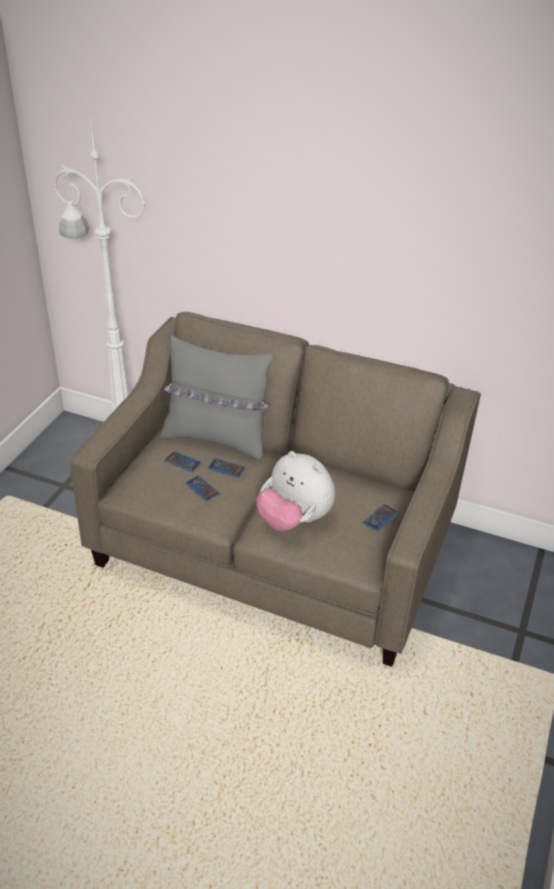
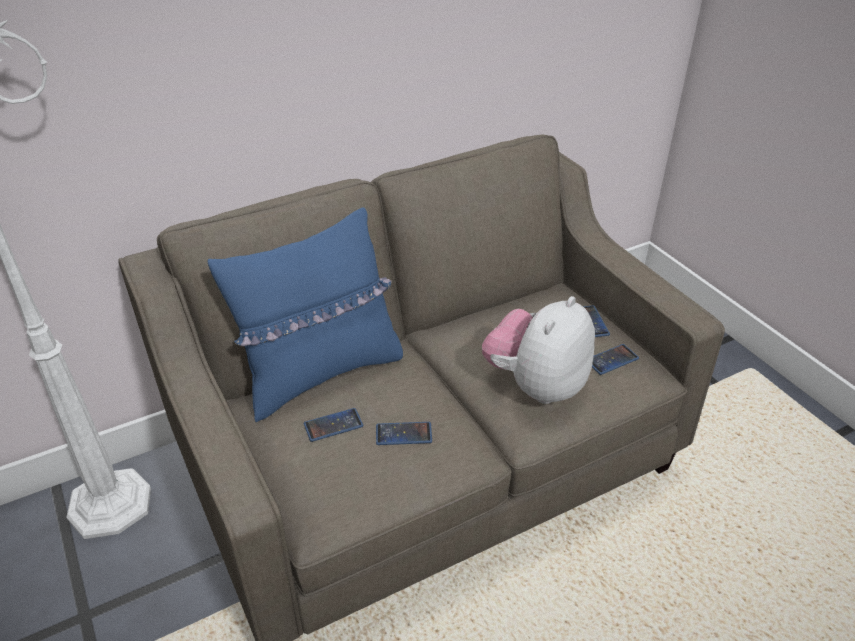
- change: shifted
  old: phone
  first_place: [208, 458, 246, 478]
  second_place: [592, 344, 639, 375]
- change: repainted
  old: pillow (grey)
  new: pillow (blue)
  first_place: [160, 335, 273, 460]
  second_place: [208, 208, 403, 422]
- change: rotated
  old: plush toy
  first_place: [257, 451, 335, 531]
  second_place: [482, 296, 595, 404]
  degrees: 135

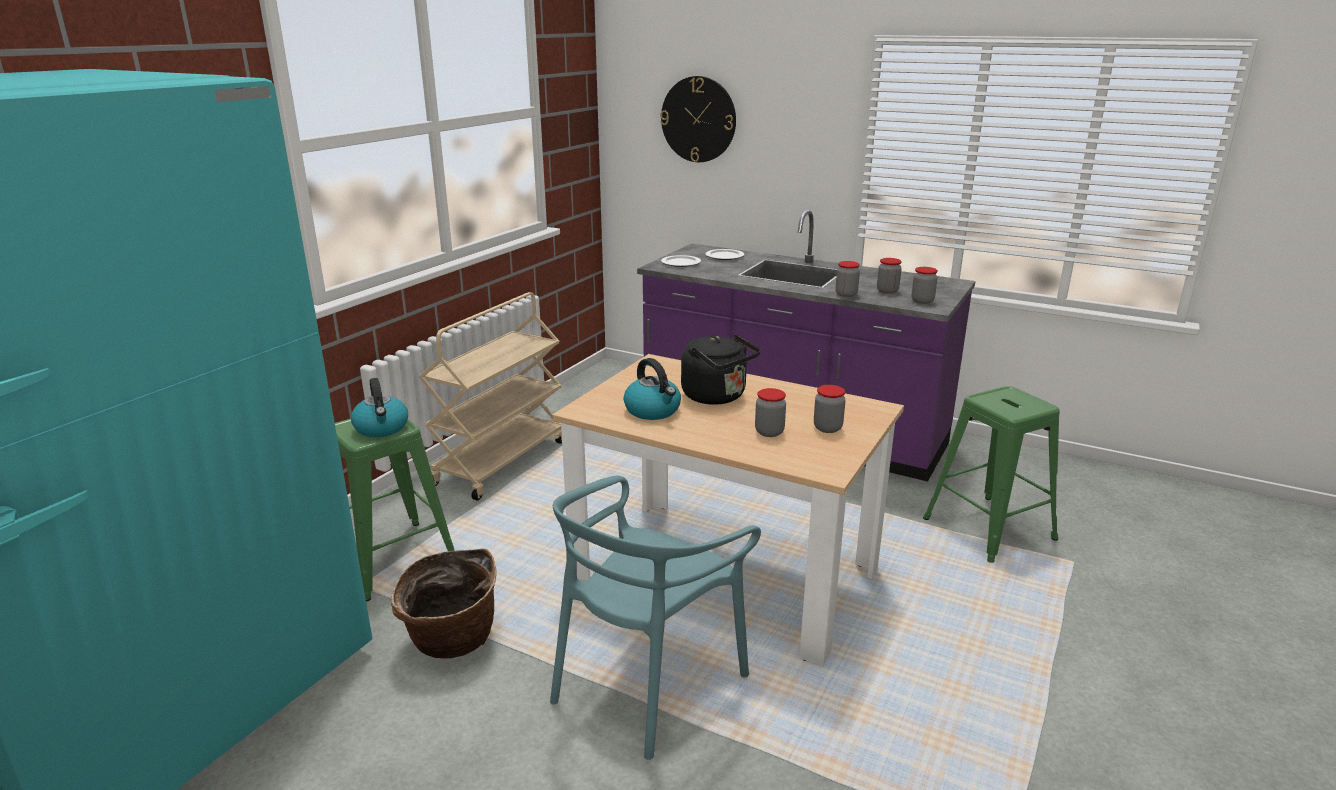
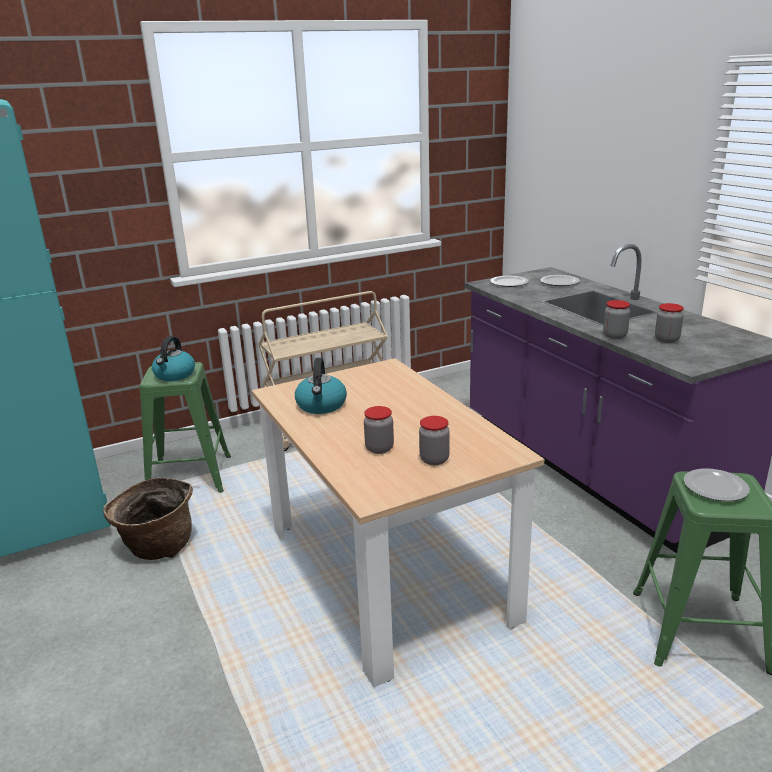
- change: gone
  old: chair (turquoise)
  first_place: [550, 476, 761, 760]
- change: gone
  old: wall clock
  first_place: [660, 76, 736, 162]
- change: gone
  old: kettle (black)
  first_place: [681, 334, 760, 405]
- change: gone
  old: jar
  first_place: [911, 267, 938, 304]
- change: new
  new: plate
  second_place: [684, 468, 750, 501]

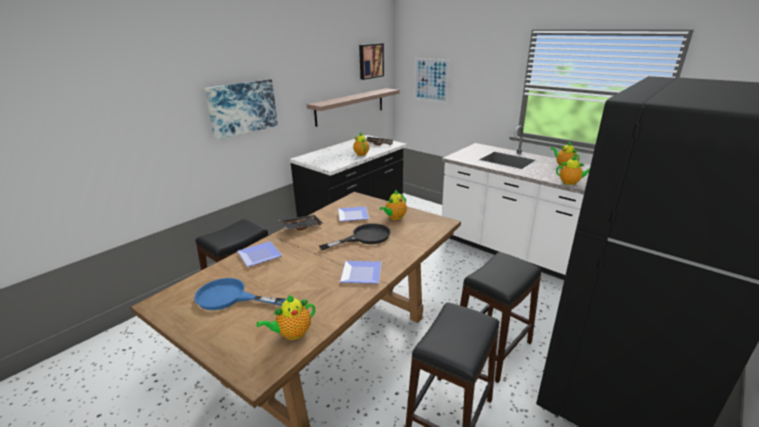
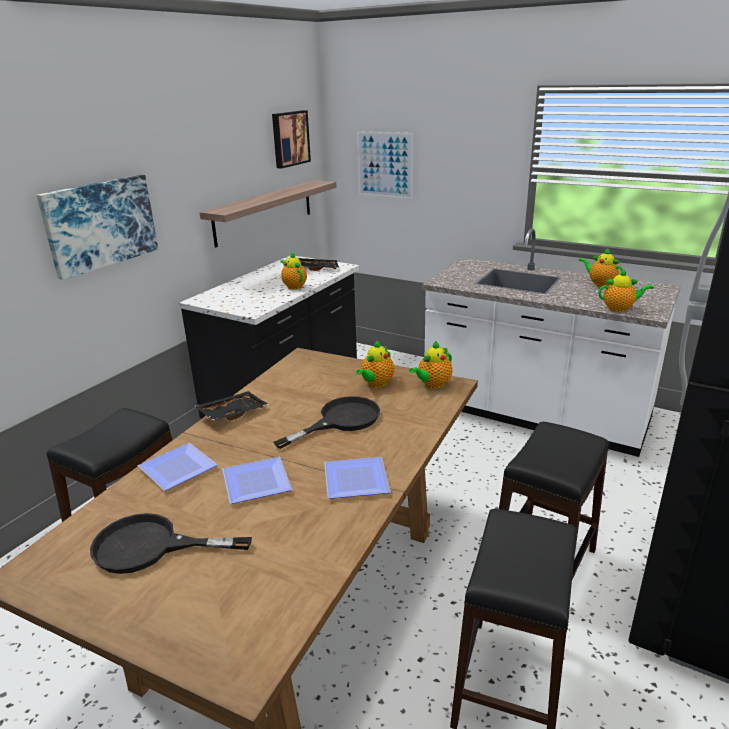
- change: shifted
  old: teapot
  first_place: [256, 295, 315, 340]
  second_place: [409, 341, 452, 389]
- change: shifted
  old: plate
  first_place: [338, 206, 369, 221]
  second_place: [222, 457, 292, 504]
- change: repainted
  old: frying pan (blue)
  new: frying pan (black)
  first_place: [194, 278, 287, 310]
  second_place: [90, 513, 252, 574]

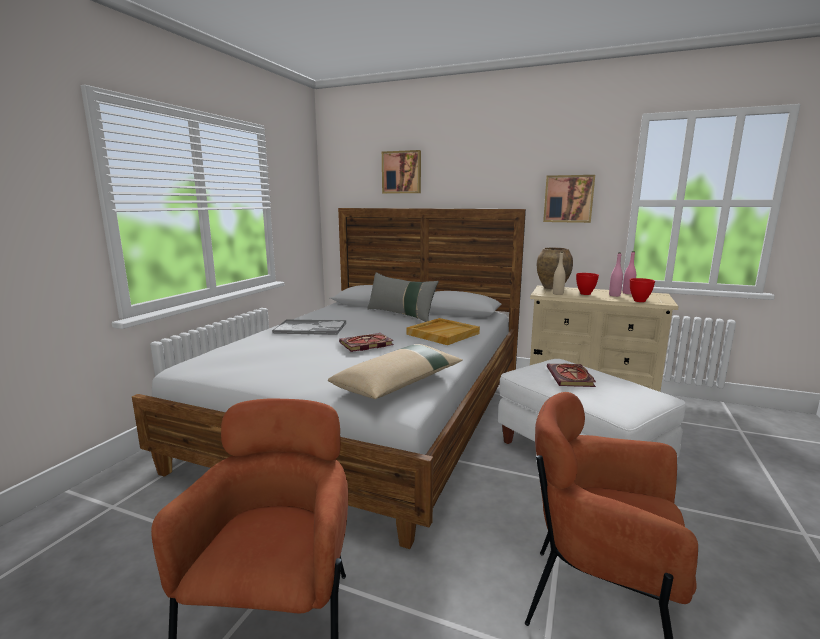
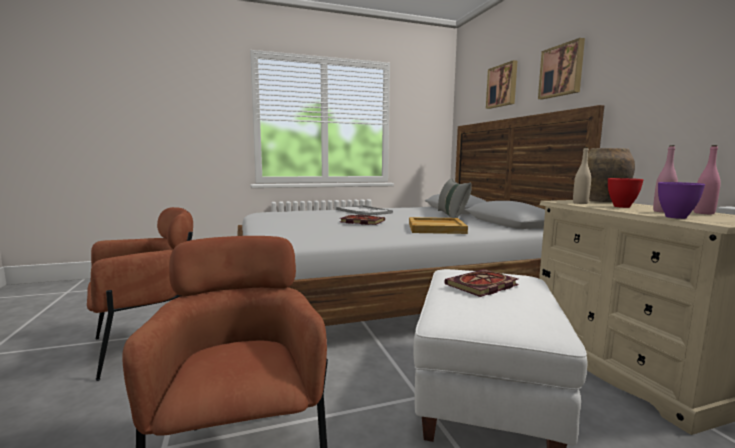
- change: gone
  old: pillow (beige)
  first_place: [328, 344, 463, 399]
- change: shifted
  old: picture
  first_place: [543, 175, 595, 223]
  second_place: [538, 38, 585, 99]
- change: repainted
  old: bowl (red)
  new: bowl (purple)
  first_place: [630, 278, 655, 302]
  second_place: [658, 182, 705, 219]

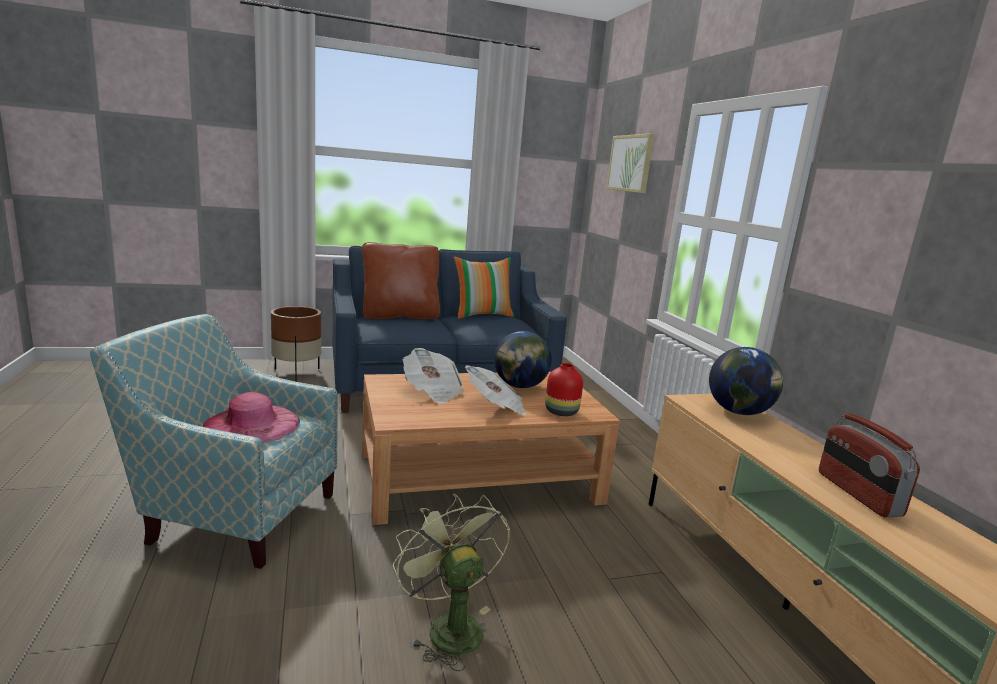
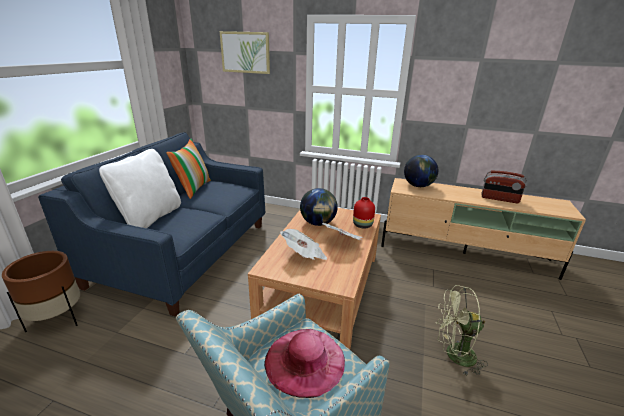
- change: repainted
  old: pillow (brown)
  new: pillow (white)
  first_place: [362, 242, 440, 319]
  second_place: [99, 149, 181, 228]

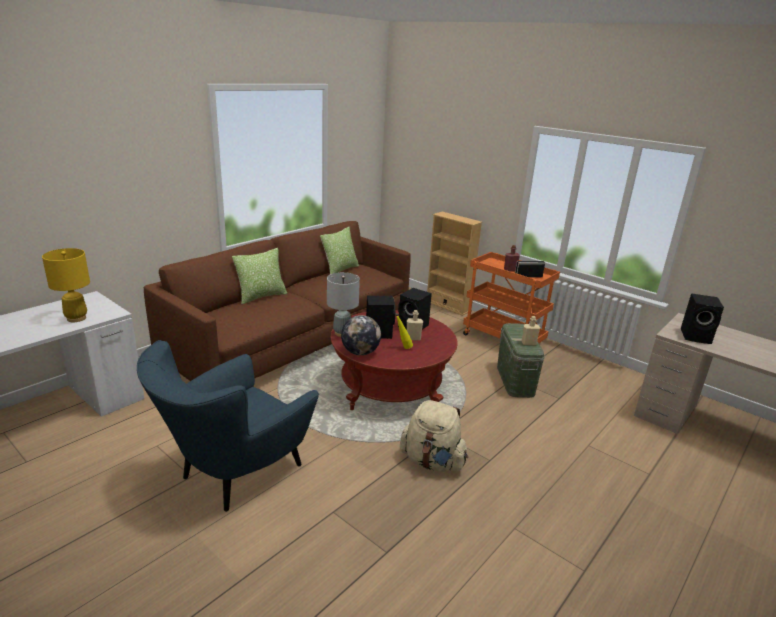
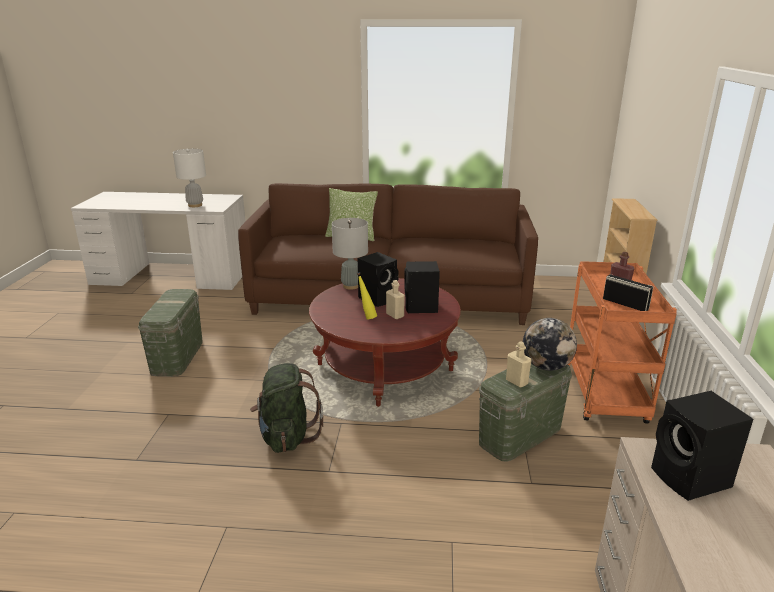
- change: gone
  old: pillow
  first_place: [320, 227, 359, 274]
- change: shifted
  old: globe
  first_place: [341, 315, 381, 355]
  second_place: [523, 318, 577, 371]
- change: swapped
  old: armchair (blue)
  new: storage box (green)
  first_place: [137, 340, 319, 512]
  second_place: [138, 289, 203, 377]
- change: repainted
  old: table lamp (yellow)
  new: table lamp (white)
  first_place: [42, 248, 90, 322]
  second_place: [173, 149, 206, 207]
- change: repainted
  old: backpack (beige)
  new: backpack (green)
  first_place: [400, 400, 468, 472]
  second_place: [250, 363, 323, 453]

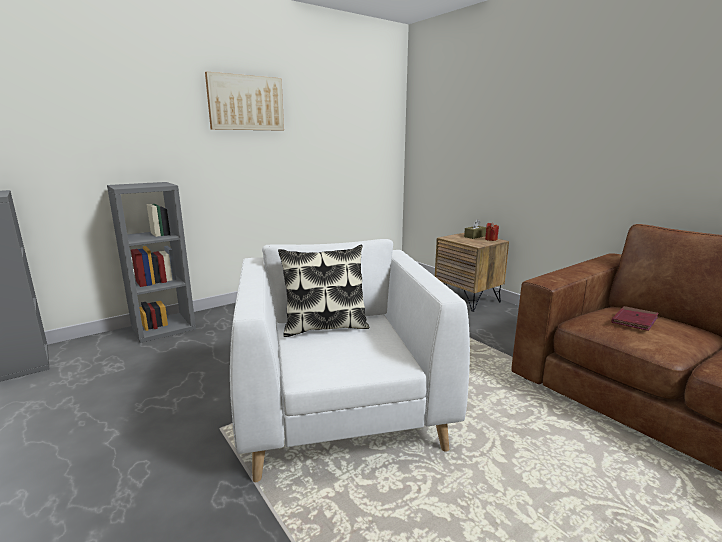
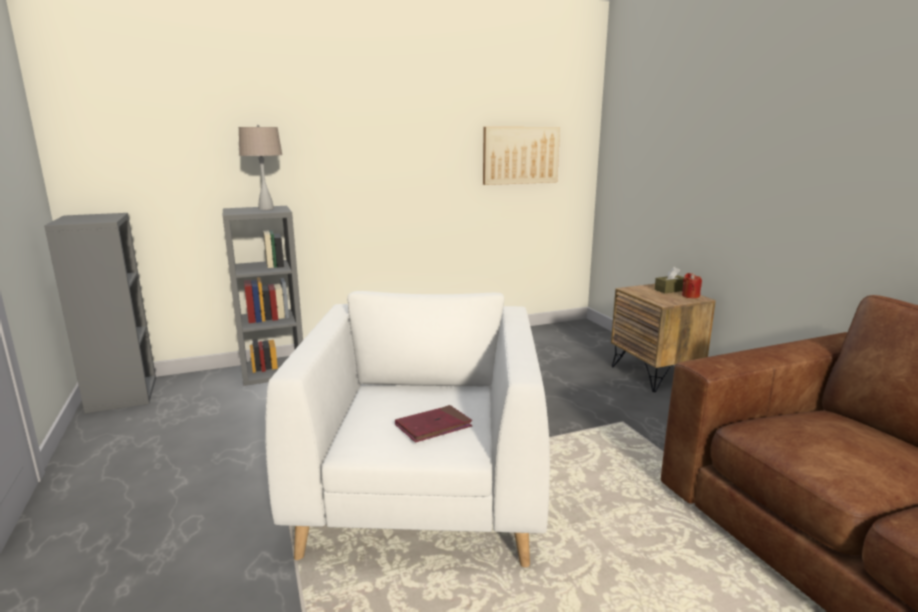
- change: gone
  old: pillow
  first_place: [278, 245, 369, 337]
- change: new
  new: table lamp (beige)
  second_place: [238, 125, 282, 210]
- change: shifted
  old: picture
  first_place: [205, 72, 284, 131]
  second_place: [483, 127, 560, 185]
- change: shifted
  old: book (red)
  first_place: [611, 306, 659, 331]
  second_place: [395, 405, 473, 443]

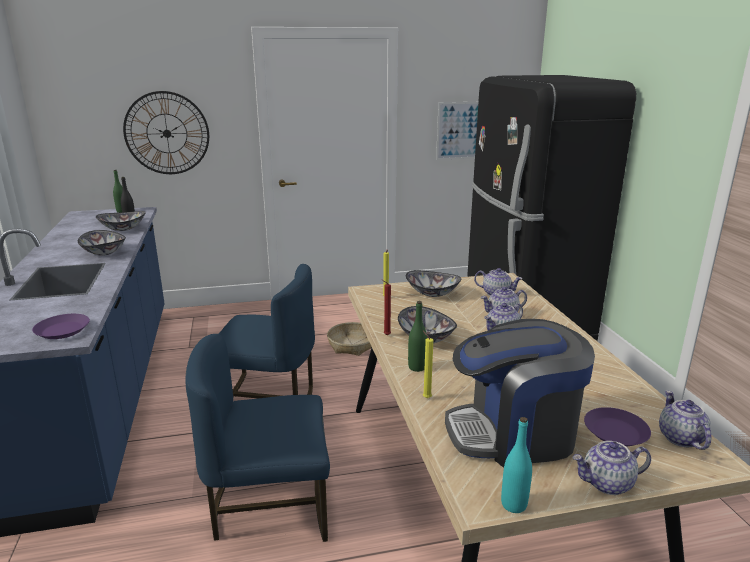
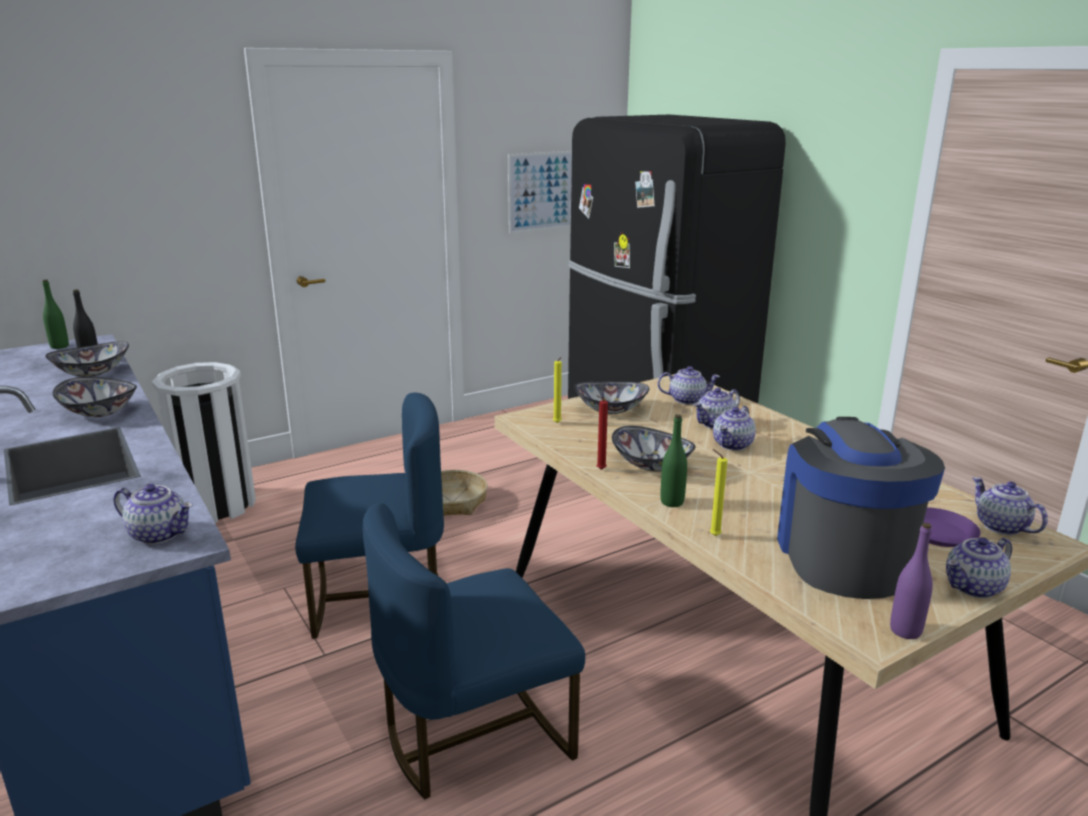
- change: gone
  old: wall clock
  first_place: [123, 91, 209, 174]
- change: new
  new: trash can (white)
  second_place: [152, 362, 256, 523]
- change: swapped
  old: plate (purple)
  new: teapot
  first_place: [32, 314, 90, 339]
  second_place: [113, 484, 193, 545]
- change: repainted
  old: bottle (turquoise)
  new: bottle (purple)
  first_place: [501, 417, 532, 513]
  second_place: [890, 523, 933, 639]
- change: rotated
  old: coffee machine
  first_place: [445, 319, 595, 468]
  second_place: [777, 417, 945, 599]
  degrees: 120

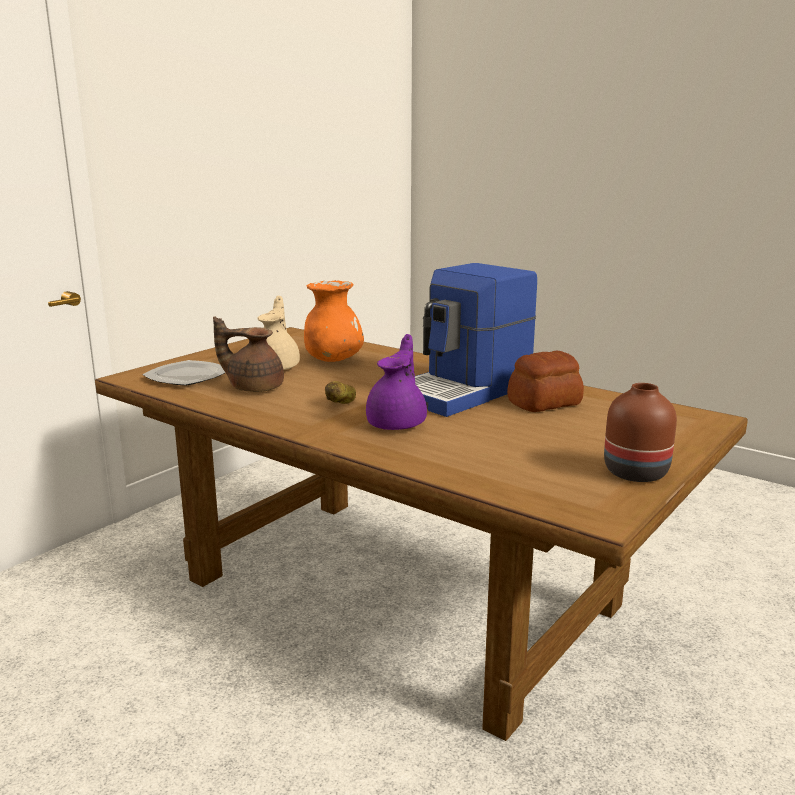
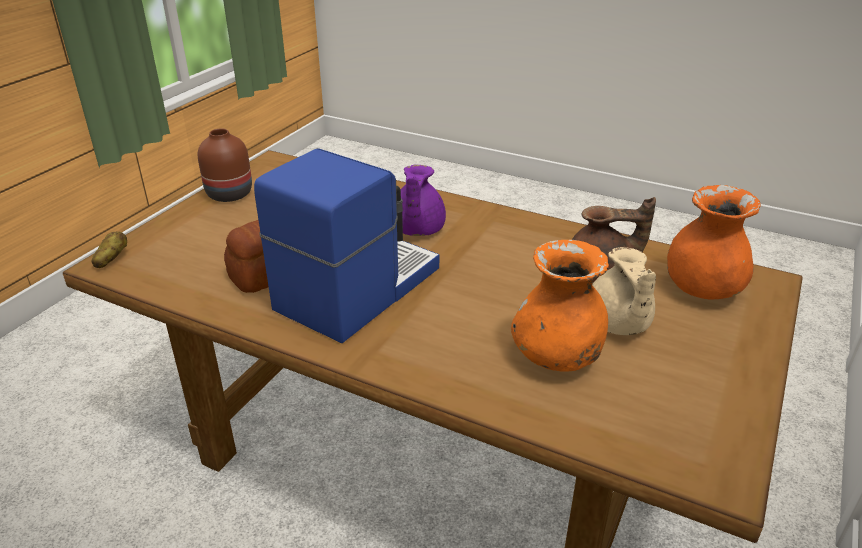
- change: shifted
  old: potato
  first_place: [325, 381, 356, 404]
  second_place: [92, 232, 127, 268]
- change: swapped
  old: plate
  new: vase (orange)
  first_place: [142, 360, 225, 386]
  second_place: [667, 185, 761, 299]

